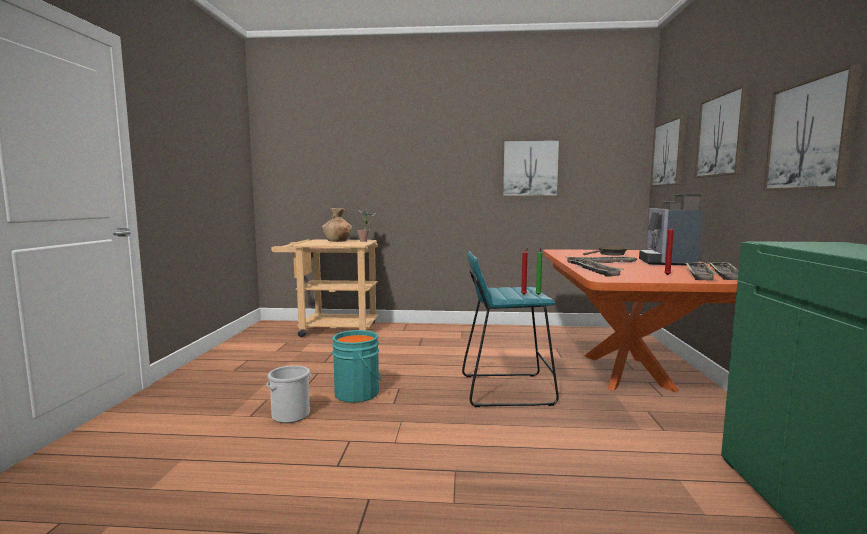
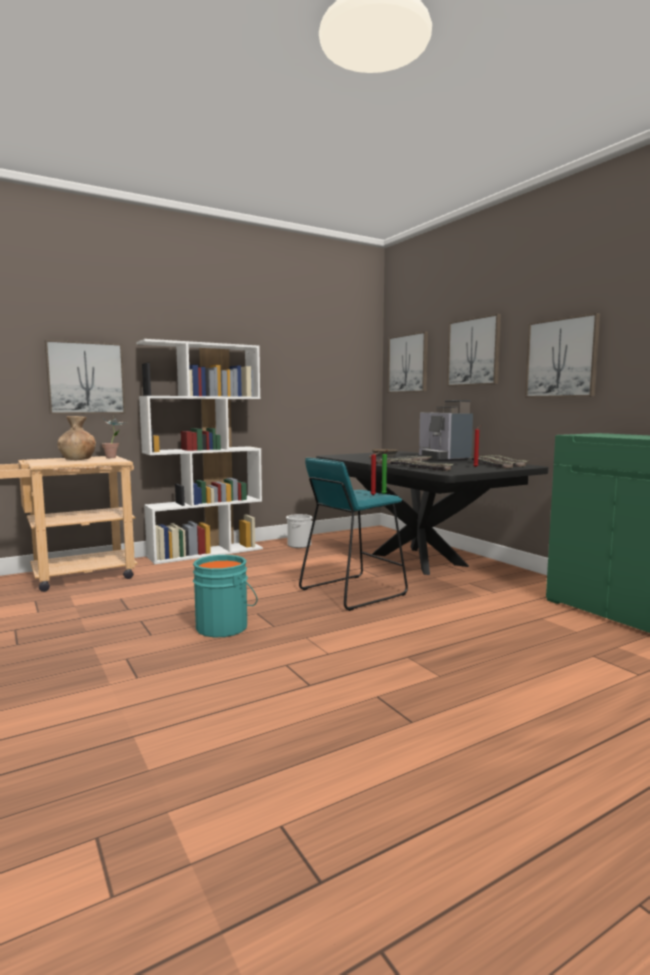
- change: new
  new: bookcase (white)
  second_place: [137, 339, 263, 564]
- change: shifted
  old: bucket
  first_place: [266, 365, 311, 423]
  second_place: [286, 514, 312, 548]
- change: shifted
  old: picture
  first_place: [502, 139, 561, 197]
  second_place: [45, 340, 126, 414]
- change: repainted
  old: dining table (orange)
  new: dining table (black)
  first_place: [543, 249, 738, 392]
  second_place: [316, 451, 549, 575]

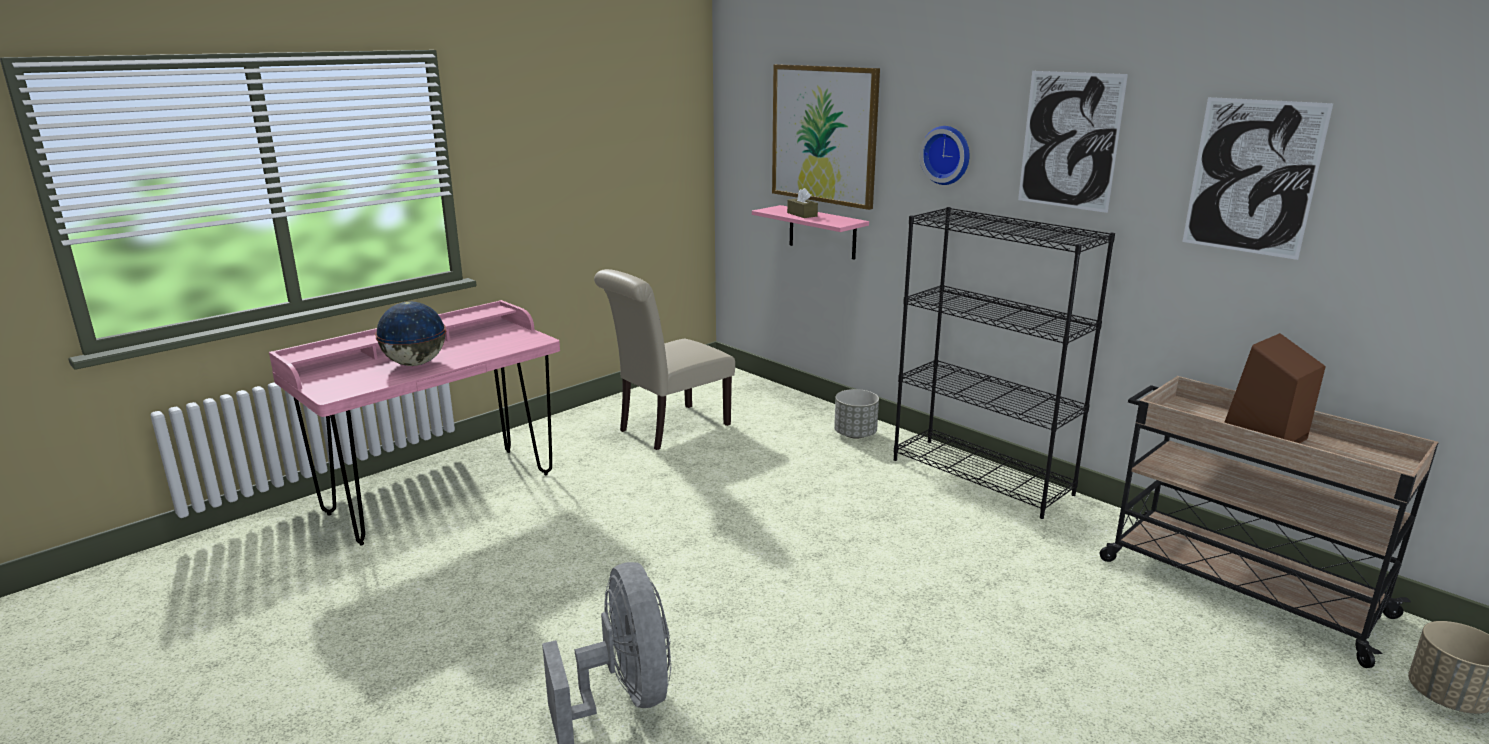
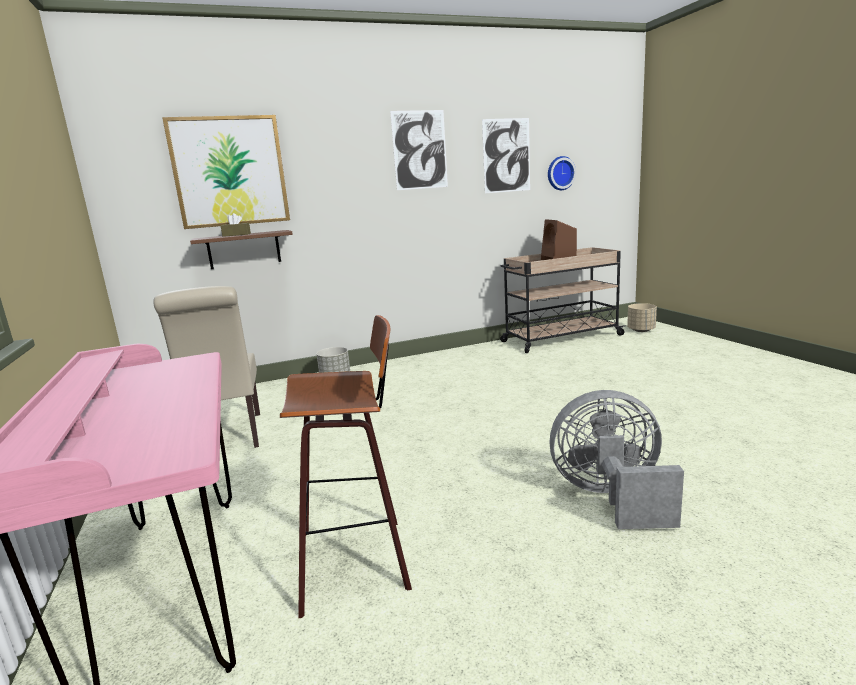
- change: gone
  old: globe
  first_place: [375, 302, 446, 366]
- change: gone
  old: bookcase (black)
  first_place: [894, 207, 1115, 519]
- change: new
  new: stool
  second_place: [280, 315, 412, 618]
- change: shifted
  old: wall clock
  first_place: [919, 126, 969, 185]
  second_place: [548, 156, 576, 190]
- change: repainted
  old: shelf (pink)
  new: shelf (brown)
  first_place: [752, 205, 869, 260]
  second_place: [190, 230, 293, 269]

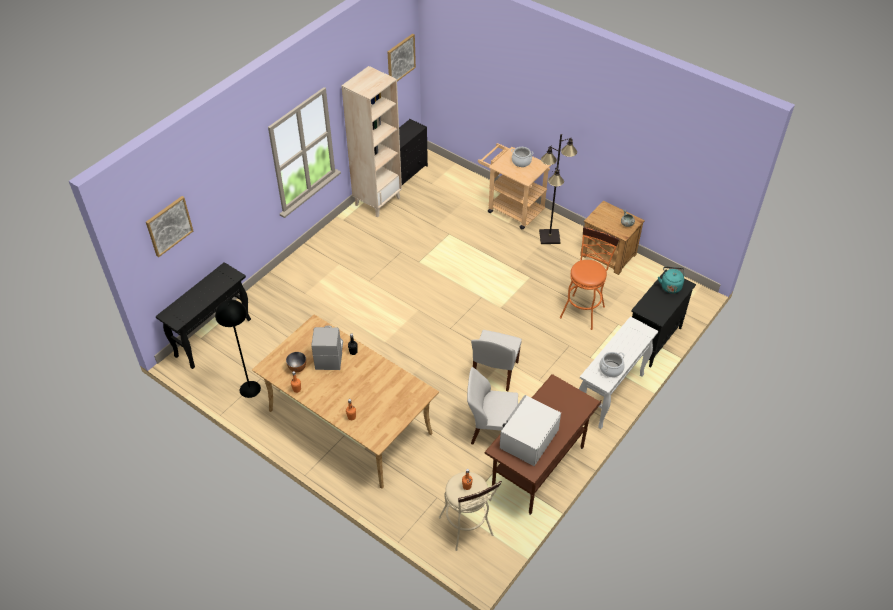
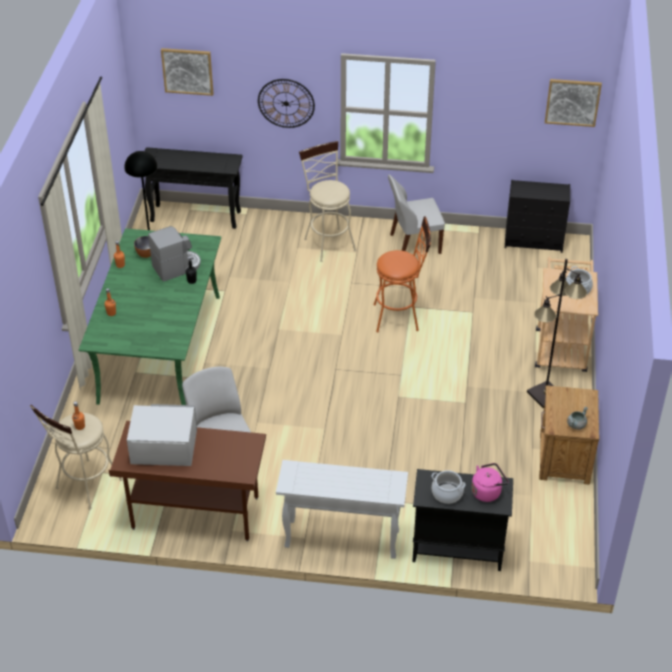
- change: gone
  old: bookcase (beige)
  first_place: [342, 66, 402, 217]
- change: new
  new: wall clock
  second_place: [258, 79, 315, 128]
- change: new
  new: stool (beige)
  second_place: [299, 141, 356, 262]
- change: shifted
  old: chair (white)
  first_place: [471, 330, 522, 391]
  second_place: [388, 175, 445, 254]
- change: shifted
  old: stool (orange)
  first_place: [560, 227, 620, 330]
  second_place: [373, 216, 431, 332]
- change: shifted
  old: cooking pot
  first_place: [599, 352, 625, 377]
  second_place: [431, 470, 466, 504]
- change: repainted
  old: dining table (beige)
  new: dining table (green)
  first_place: [252, 314, 439, 489]
  second_place: [79, 228, 221, 405]
- change: repainted
  old: kettle (turquoise)
  new: kettle (pink)
  first_place: [658, 266, 684, 293]
  second_place: [471, 463, 509, 502]

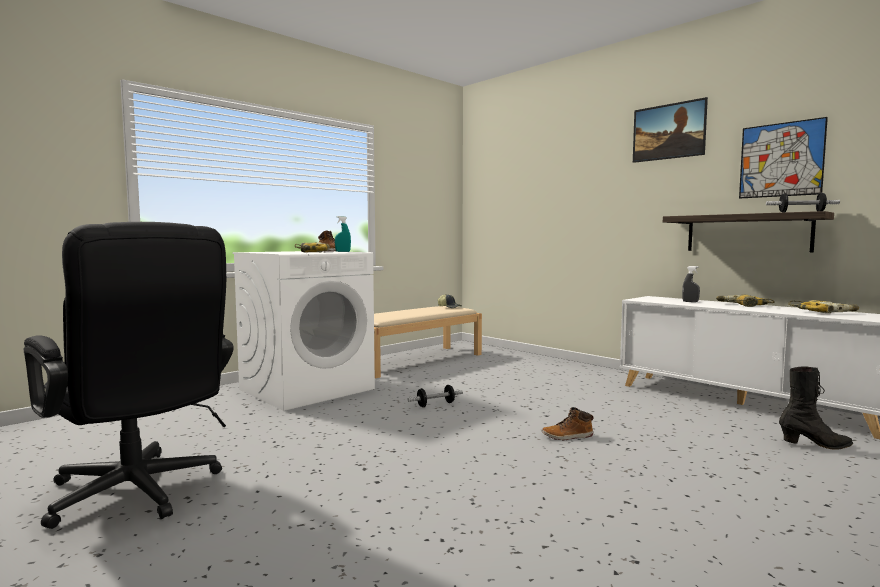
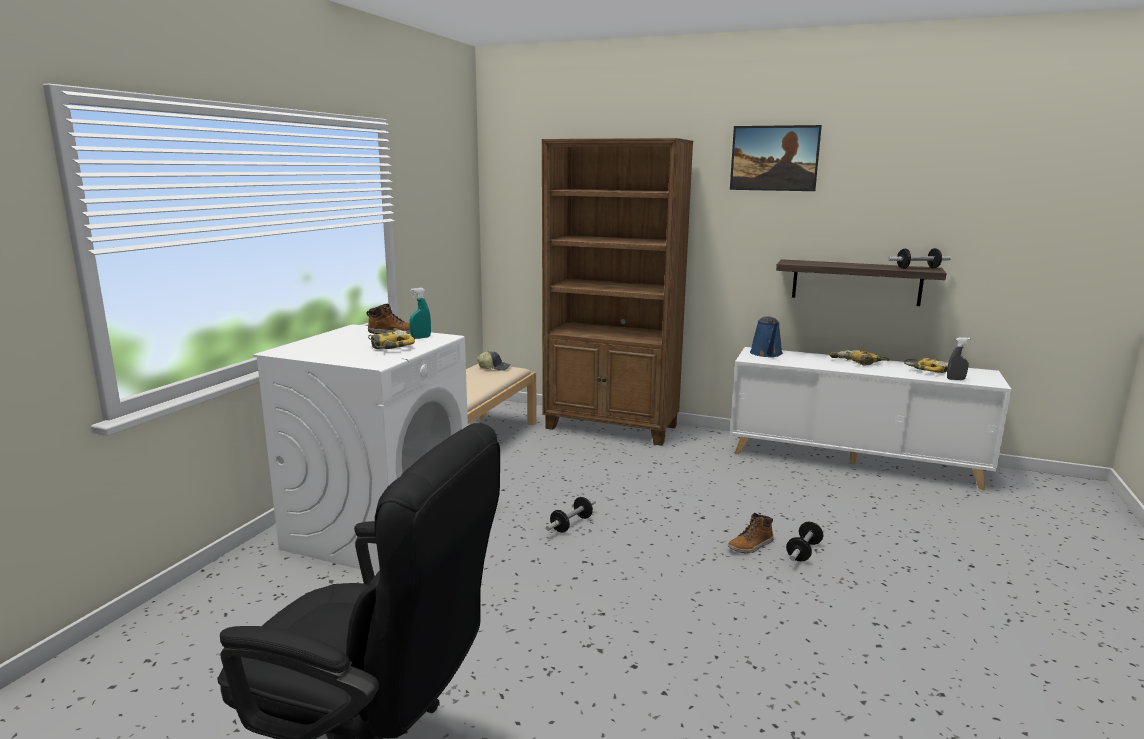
- change: gone
  old: picture
  first_place: [739, 117, 828, 199]
- change: gone
  old: boot (black)
  first_place: [779, 366, 853, 450]
- change: new
  new: bookcase (brown)
  second_place: [542, 138, 693, 446]
- change: new
  new: watering can (blue)
  second_place: [750, 316, 783, 357]
- change: new
  new: dumbbell
  second_place: [786, 522, 823, 562]
- change: shifted
  old: spray bottle (grey)
  first_place: [682, 266, 700, 302]
  second_place: [947, 337, 970, 380]

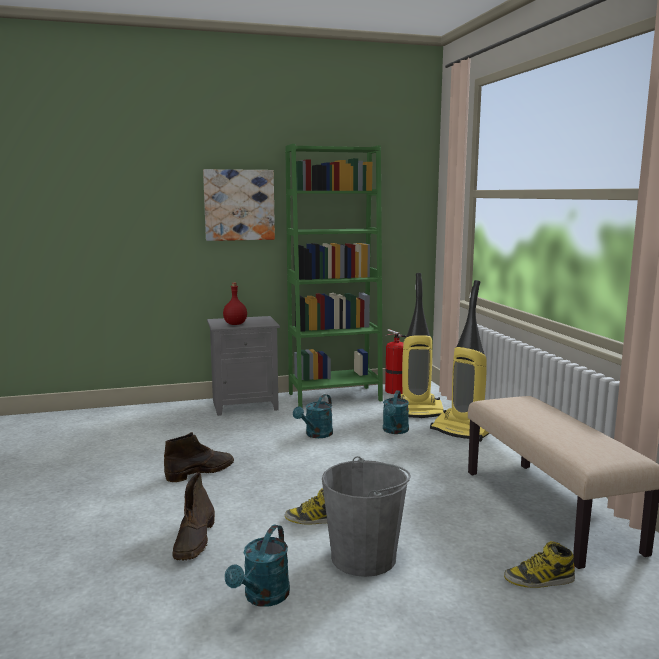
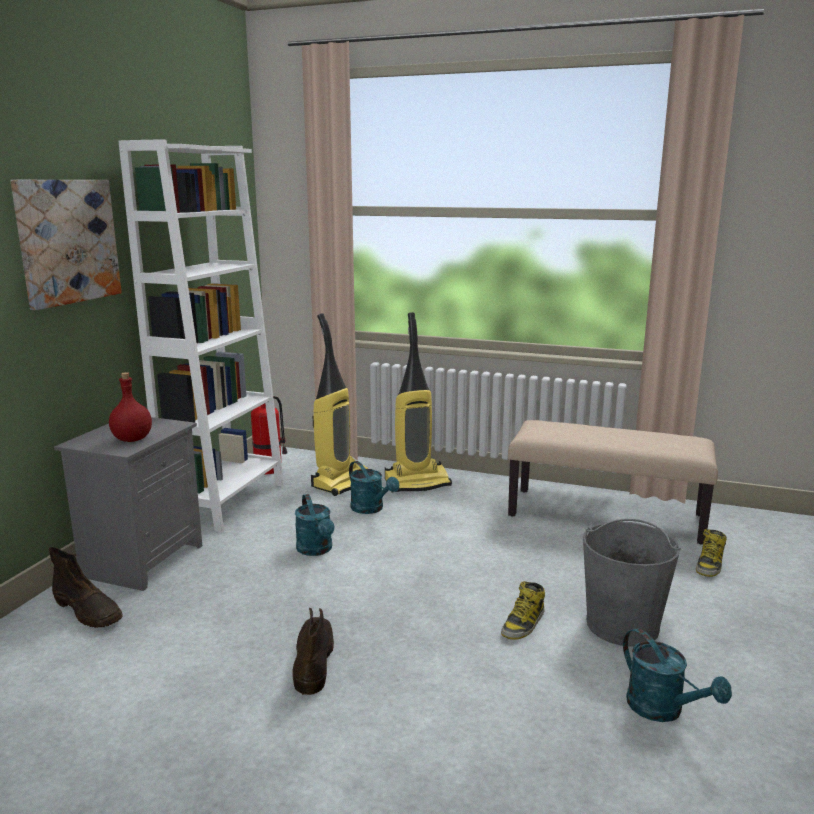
- change: shifted
  old: boot (brown)
  first_place: [172, 472, 215, 561]
  second_place: [49, 547, 123, 628]
- change: repainted
  old: bookcase (green)
  new: bookcase (white)
  first_place: [285, 144, 383, 407]
  second_place: [119, 139, 284, 533]

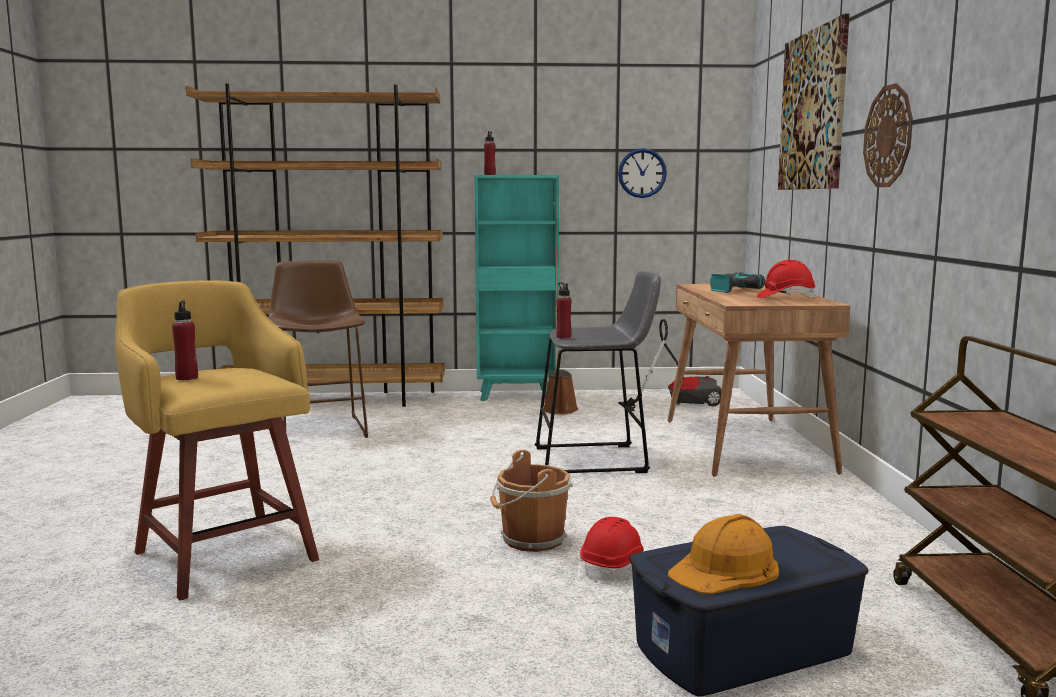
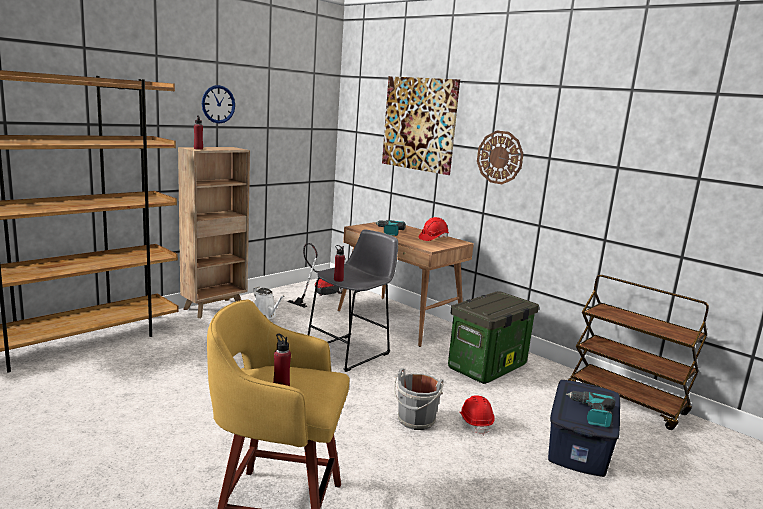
- change: gone
  old: stool (brown)
  first_place: [269, 260, 368, 438]
- change: new
  new: storage box
  second_place: [448, 291, 539, 384]
- change: shifted
  old: wall clock
  first_place: [618, 148, 667, 198]
  second_place: [202, 85, 235, 123]
- change: swapped
  old: hard hat (orange)
  new: power drill
  first_place: [668, 514, 779, 594]
  second_place: [566, 391, 615, 428]
- change: repainted
  old: bookcase (turquoise)
  new: bookcase (brown)
  first_place: [475, 175, 559, 401]
  second_place: [178, 147, 250, 318]
- change: repainted
  old: bucket (brown)
  new: bucket (grey)
  first_place: [490, 449, 573, 552]
  second_place: [394, 368, 444, 430]
- change: repainted
  old: watering can (brown)
  new: watering can (white)
  first_place: [544, 369, 578, 414]
  second_place: [253, 287, 285, 320]

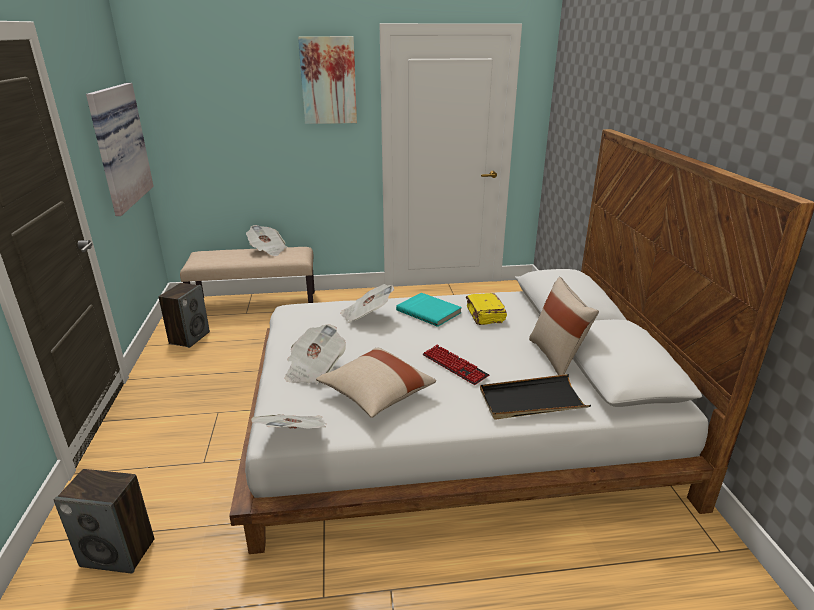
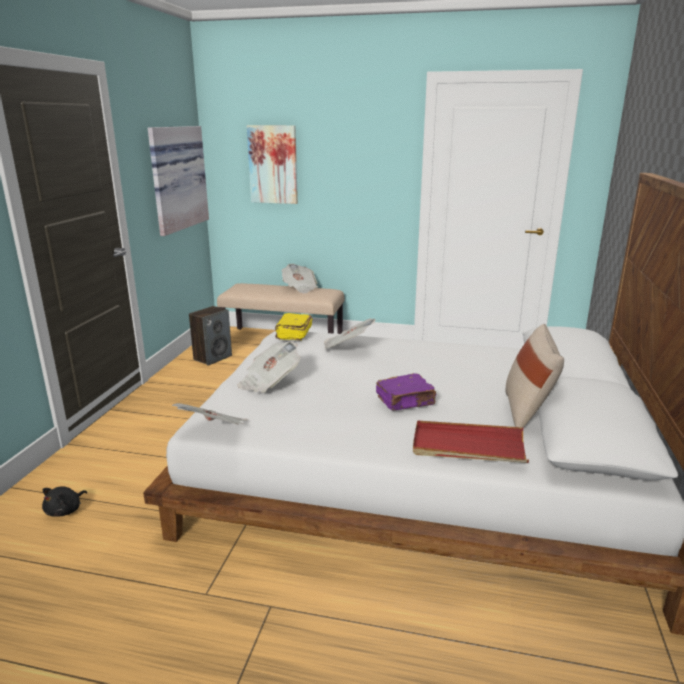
- change: gone
  old: pillow (beige)
  first_place: [316, 348, 436, 418]
- change: gone
  old: book (turquoise)
  first_place: [396, 293, 462, 327]
- change: shifted
  old: picture
  first_place: [298, 36, 357, 124]
  second_place: [247, 125, 298, 204]
- change: shifted
  old: book (yellow)
  first_place: [466, 293, 507, 325]
  second_place: [275, 313, 312, 341]
- change: swapped
  old: speaker
  new: plush toy (black)
  first_place: [53, 469, 154, 573]
  second_place: [42, 487, 87, 517]
- change: swapped
  old: keyboard
  new: book (purple)
  first_place: [422, 345, 489, 385]
  second_place: [376, 373, 437, 411]
- change: repainted
  old: tray (black)
  new: tray (red)
  first_place: [480, 374, 591, 420]
  second_place: [413, 420, 529, 463]

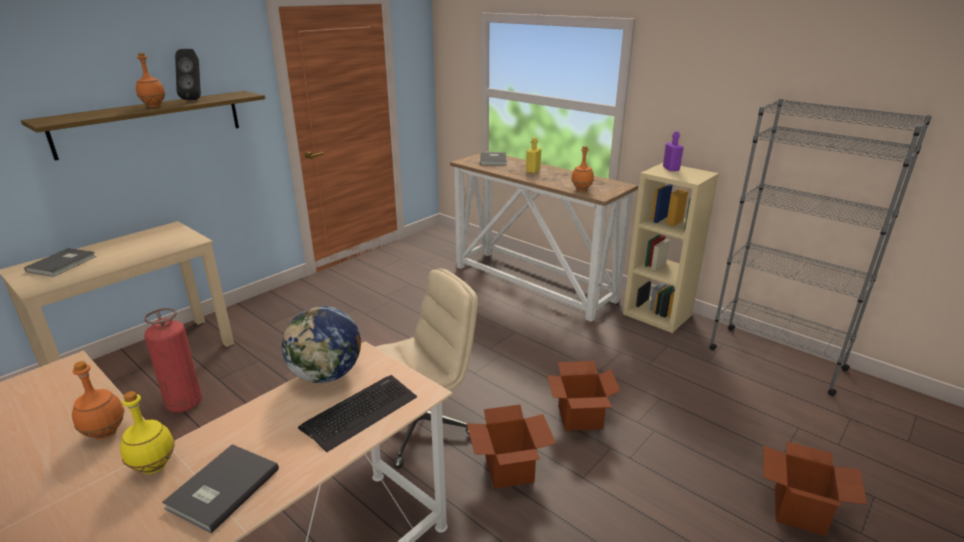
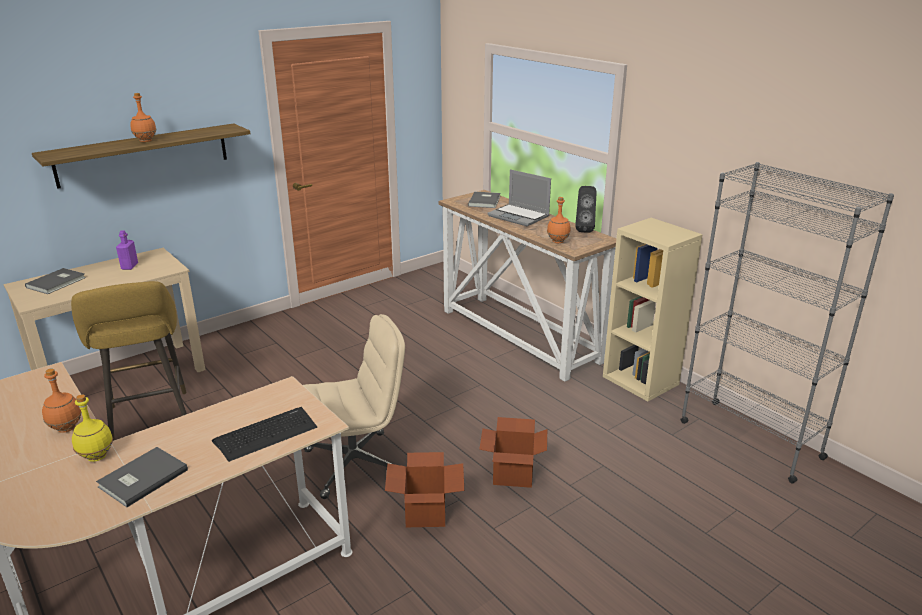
- change: gone
  old: globe
  first_place: [282, 306, 361, 383]
- change: gone
  old: cardboard box
  first_place: [763, 442, 867, 536]
- change: shifted
  old: speaker (black)
  first_place: [175, 49, 201, 100]
  second_place: [575, 186, 596, 233]
- change: shifted
  old: bottle (purple)
  first_place: [663, 131, 684, 171]
  second_place: [116, 230, 138, 270]
- change: swapped
  old: fire extinguisher
  new: stool (yellow)
  first_place: [144, 308, 202, 412]
  second_place: [71, 281, 187, 441]
- change: swapped
  old: bottle (yellow)
  new: laptop
  first_place: [526, 137, 541, 173]
  second_place: [488, 169, 551, 226]

